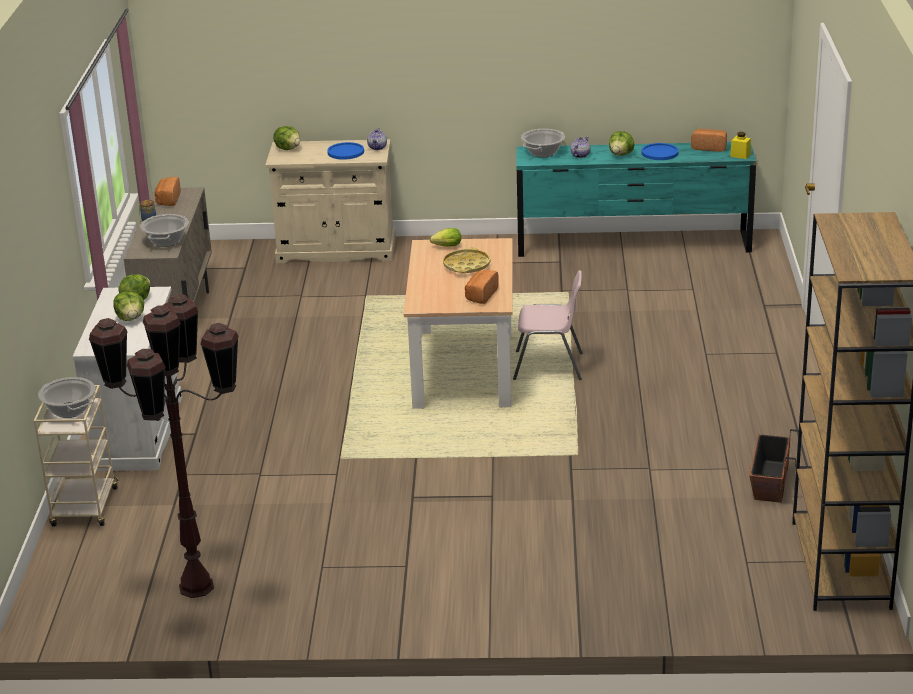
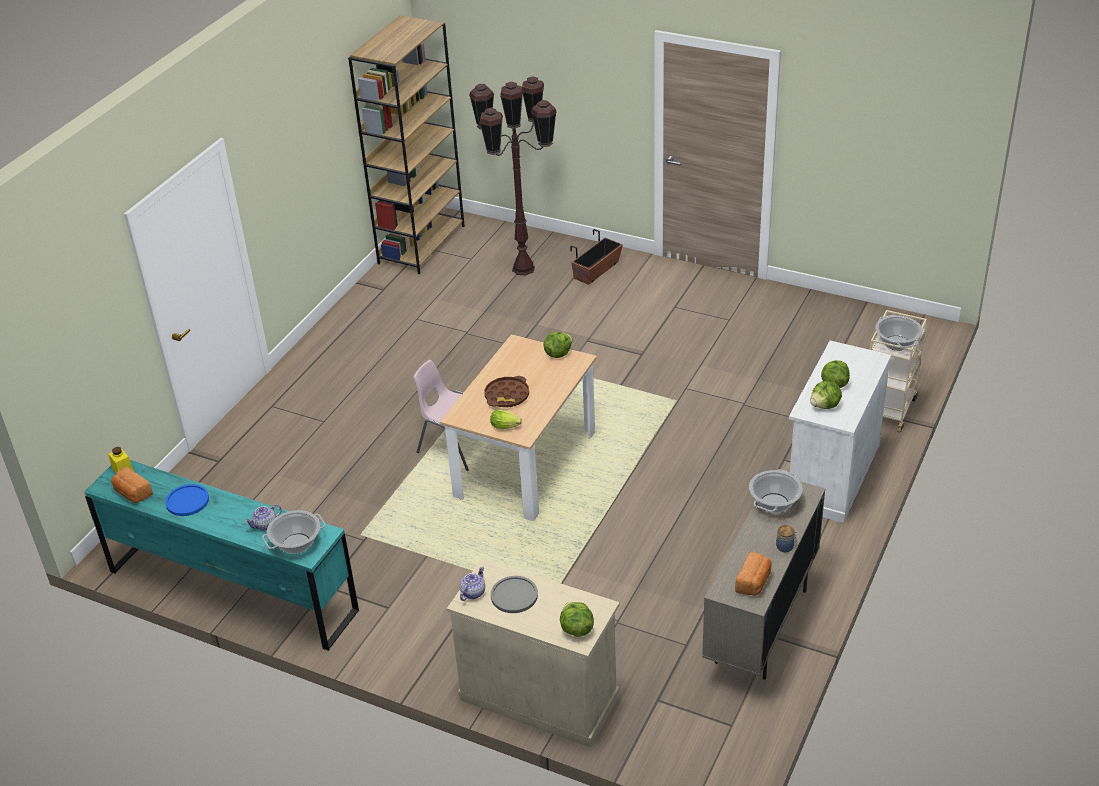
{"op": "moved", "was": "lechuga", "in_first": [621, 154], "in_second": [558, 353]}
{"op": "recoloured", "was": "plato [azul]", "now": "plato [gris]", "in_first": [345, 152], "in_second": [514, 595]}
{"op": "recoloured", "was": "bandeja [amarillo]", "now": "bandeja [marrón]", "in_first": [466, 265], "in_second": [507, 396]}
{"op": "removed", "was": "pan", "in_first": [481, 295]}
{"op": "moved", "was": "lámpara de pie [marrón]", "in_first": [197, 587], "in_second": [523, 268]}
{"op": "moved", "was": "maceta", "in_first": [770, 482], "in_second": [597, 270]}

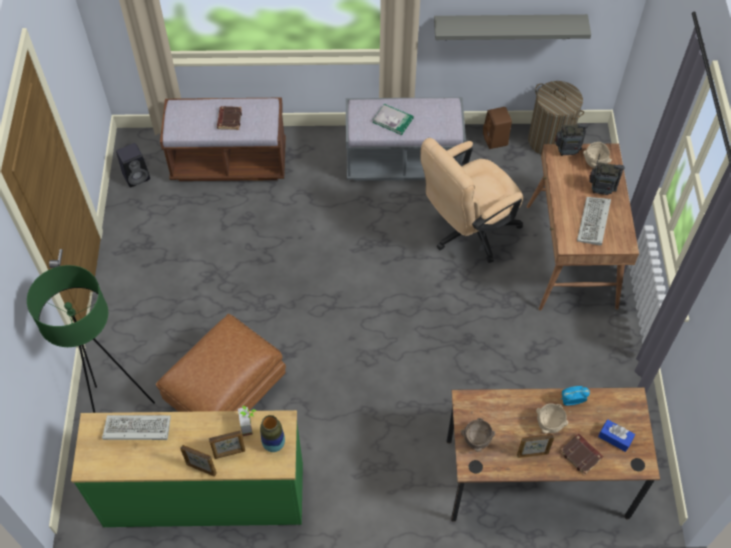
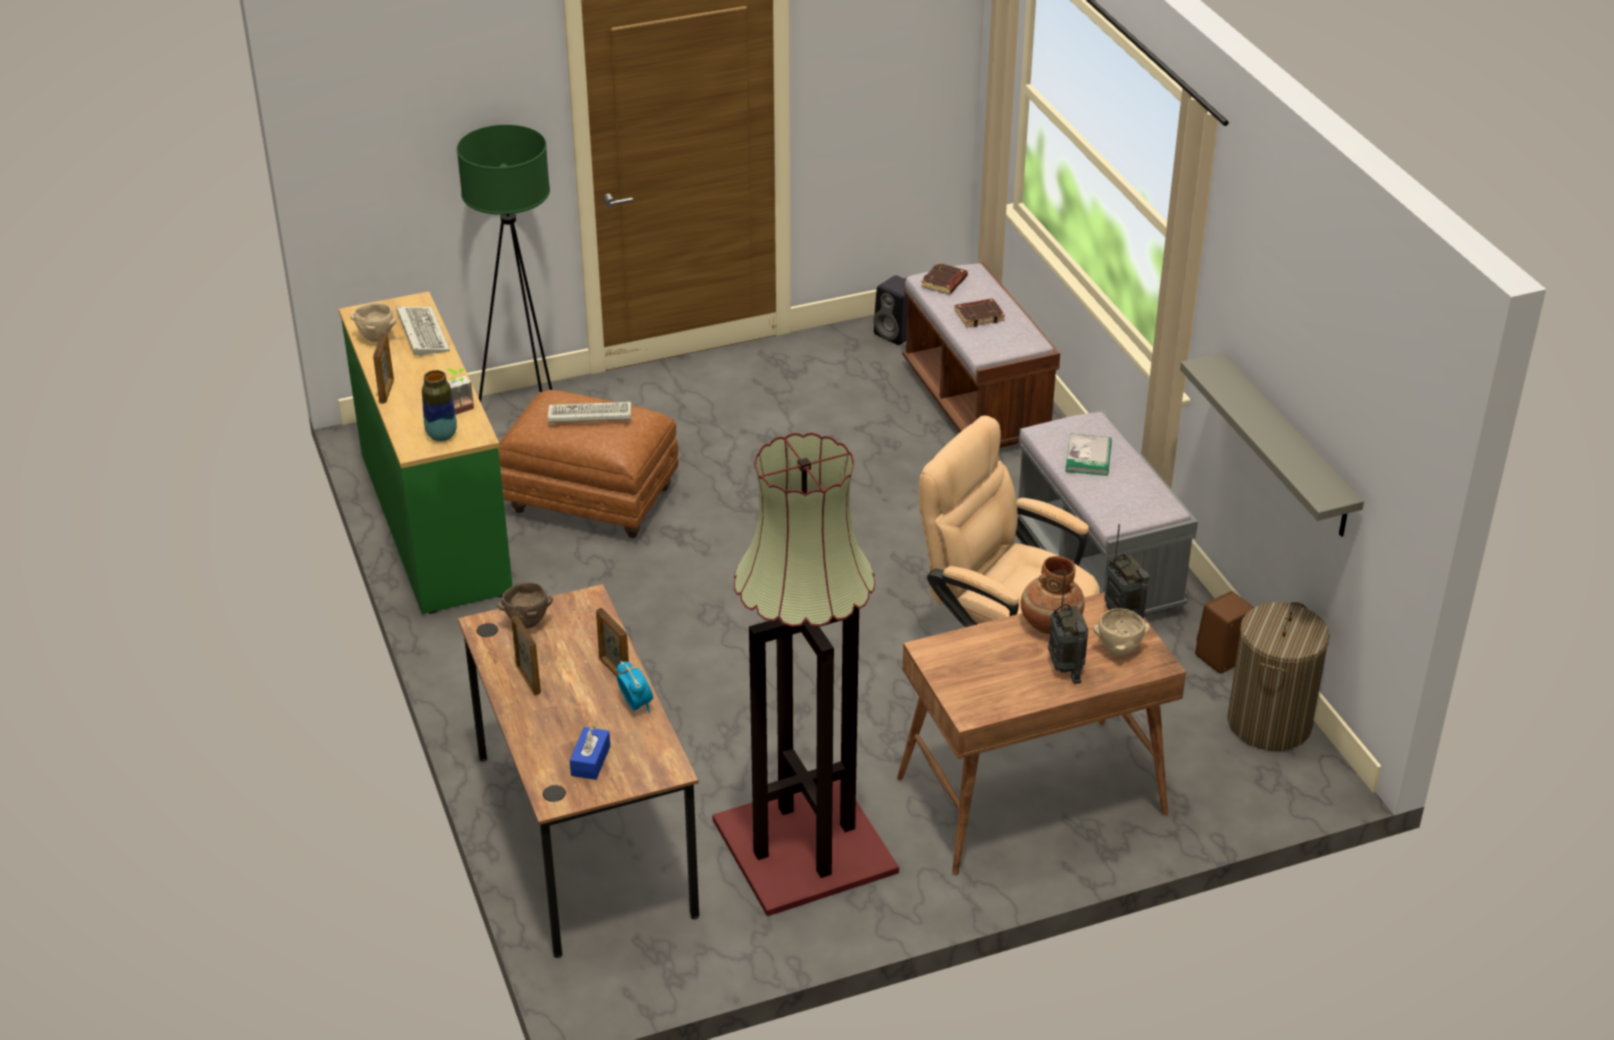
{"op": "moved", "was": "teclado", "in_first": [594, 223], "in_second": [587, 416]}
{"op": "moved", "was": "cuenco [beis]", "in_first": [549, 425], "in_second": [377, 338]}
{"op": "moved", "was": "portarretratos", "in_first": [229, 453], "in_second": [614, 670]}
{"op": "moved", "was": "libro [marrón]", "in_first": [581, 455], "in_second": [944, 283]}
{"op": "added", "now": "lámpara de pie", "in_second": [803, 848]}
{"op": "added", "now": "florero [marrón]", "in_second": [1050, 623]}

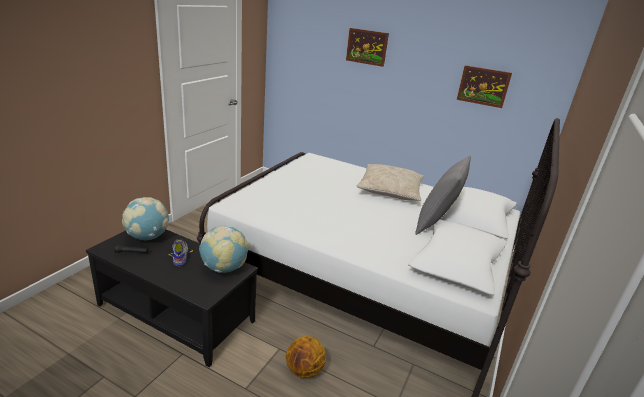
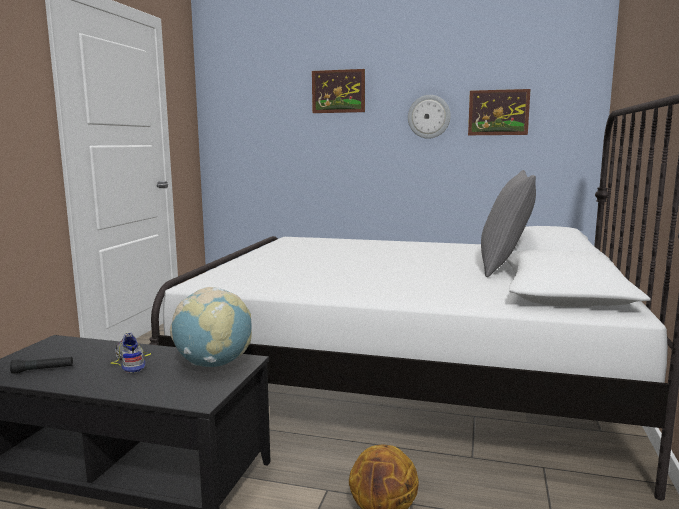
{"op": "removed", "was": "cojín [beis]", "in_first": [390, 189]}
{"op": "removed", "was": "globo terráqueo", "in_first": [148, 237]}
{"op": "added", "now": "reloj de pared", "in_second": [429, 116]}

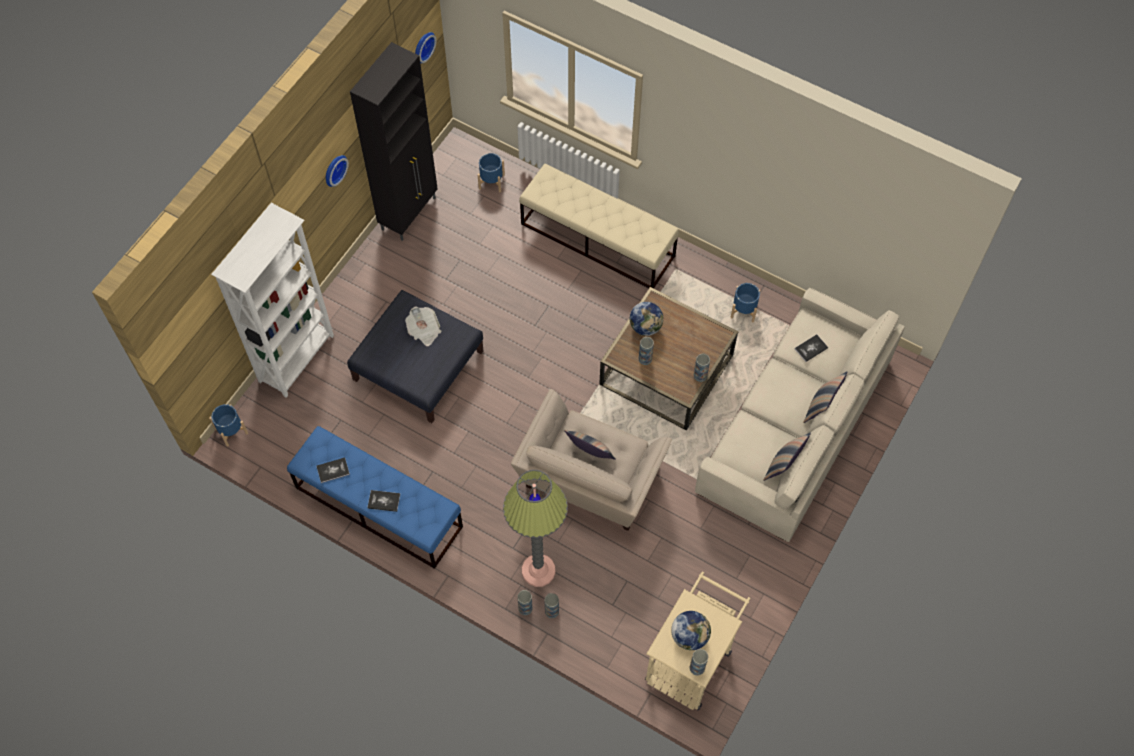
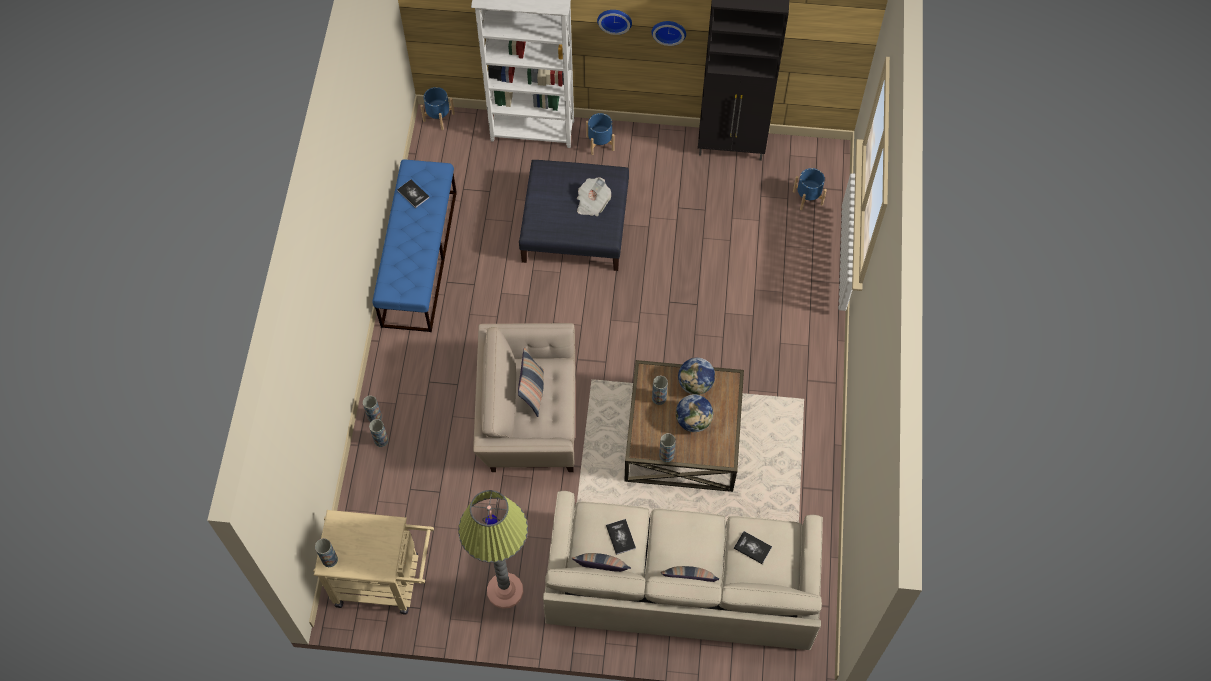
{"op": "moved", "was": "reloj de pared", "in_first": [422, 46], "in_second": [614, 19]}
{"op": "removed", "was": "banco [beis]", "in_first": [598, 240]}
{"op": "moved", "was": "maceta [azul]", "in_first": [744, 310], "in_second": [600, 143]}
{"op": "moved", "was": "lámpara de pie", "in_first": [538, 570], "in_second": [505, 590]}
{"op": "moved", "was": "libro", "in_first": [384, 501], "in_second": [620, 537]}
{"op": "moved", "was": "globo terráqueo", "in_first": [689, 636], "in_second": [693, 421]}

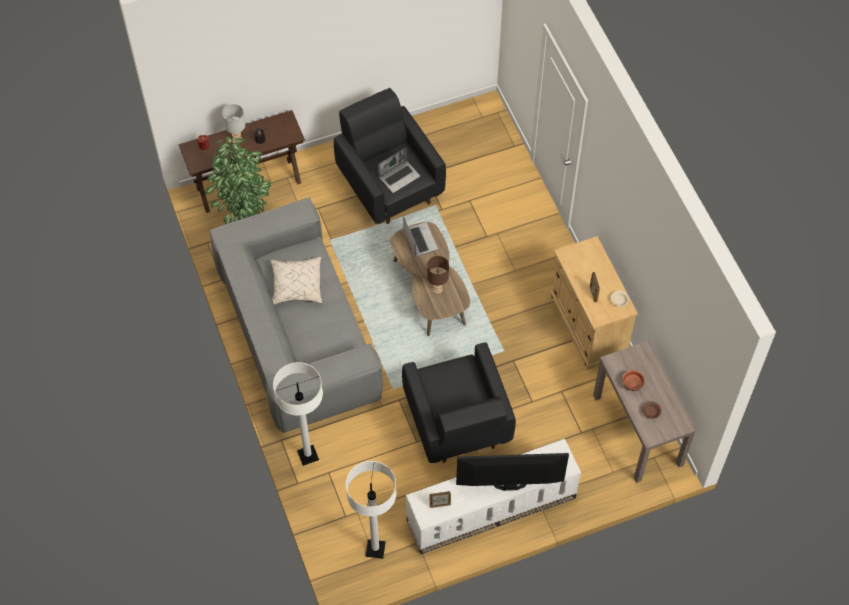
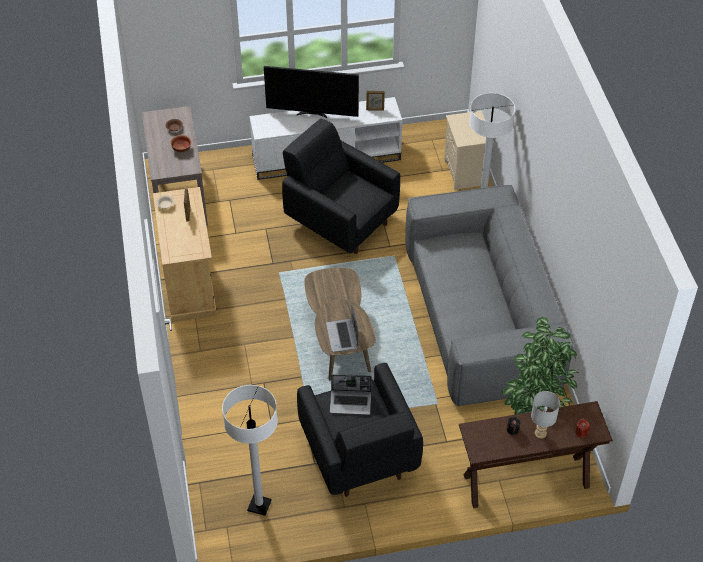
{"op": "turned", "was": "portátil", "in_first": [399, 176], "in_second": [351, 402], "clockwise": -150}
{"op": "removed", "was": "lámpara de mesa [marrón]", "in_first": [437, 289]}
{"op": "removed", "was": "cojín [beis]", "in_first": [296, 285]}
{"op": "turned", "was": "sillón [negro]", "in_first": [457, 424], "in_second": [340, 220], "clockwise": -45}
{"op": "moved", "was": "lámpara de pie [blanco]", "in_first": [375, 549], "in_second": [259, 505]}
{"op": "added", "now": "mesita de noche [beis]", "in_second": [466, 173]}

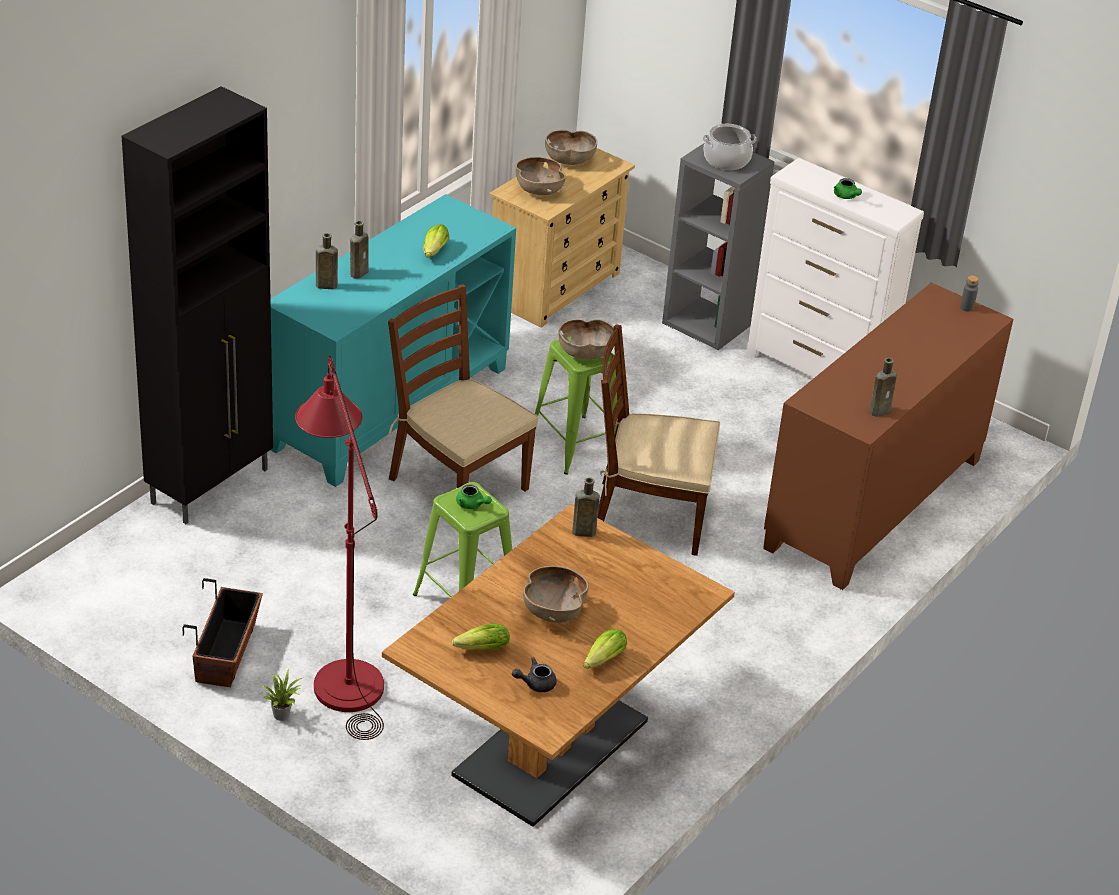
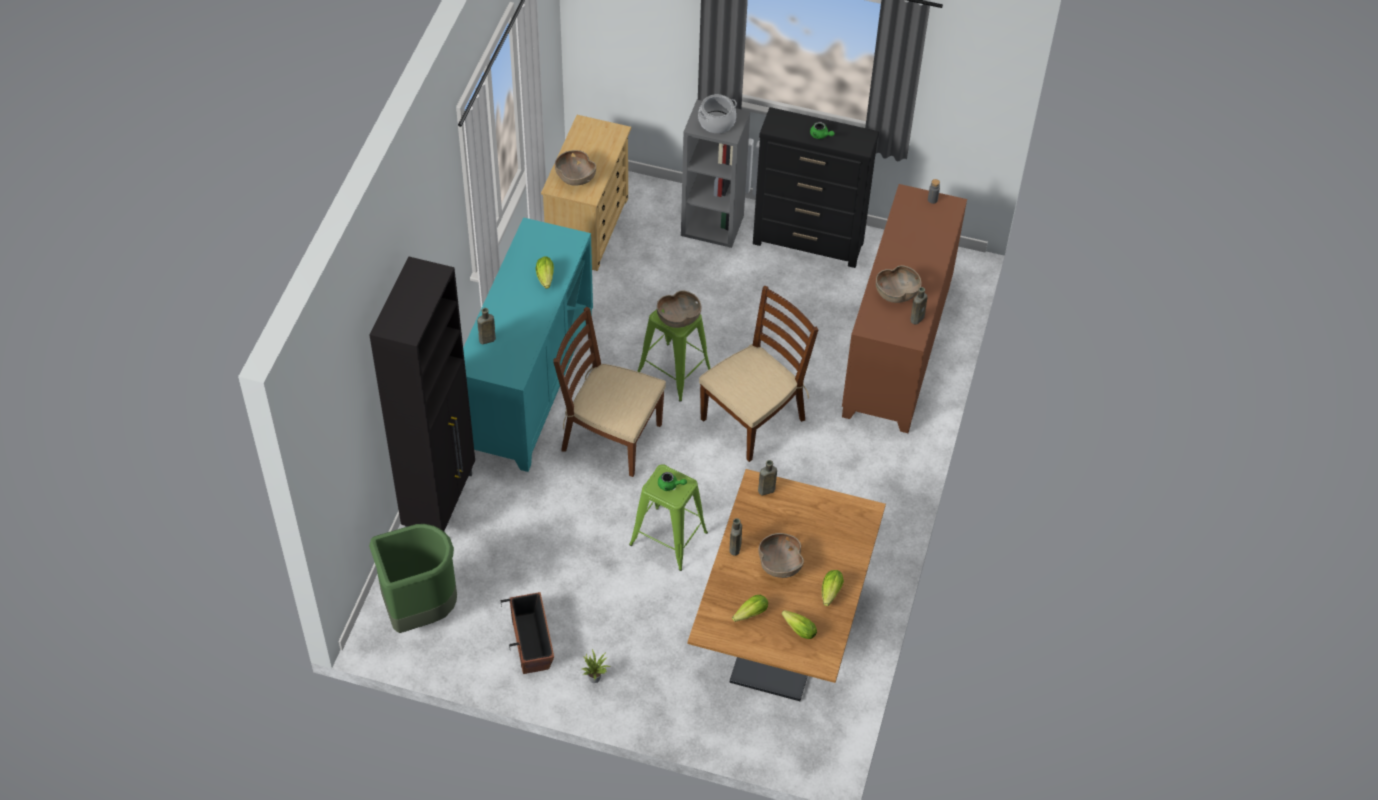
{"op": "moved", "was": "cuenco [marrón]", "in_first": [569, 161], "in_second": [896, 294]}
{"op": "recoloured", "was": "cómoda [blanco]", "now": "cómoda [negro]", "in_first": [818, 372], "in_second": [809, 243]}
{"op": "moved", "was": "botella [marrón]", "in_first": [360, 272], "in_second": [735, 547]}
{"op": "turned", "was": "silla [marrón]", "in_first": [648, 517], "in_second": [753, 418], "clockwise": 150}
{"op": "removed", "was": "lámpara de pie [rojo]", "in_first": [343, 673]}
{"op": "replaced", "was": "tetera [gris]", "now": "lechuga", "in_first": [535, 683], "in_second": [797, 628]}
{"op": "added", "now": "papelera [verde]", "in_second": [419, 611]}

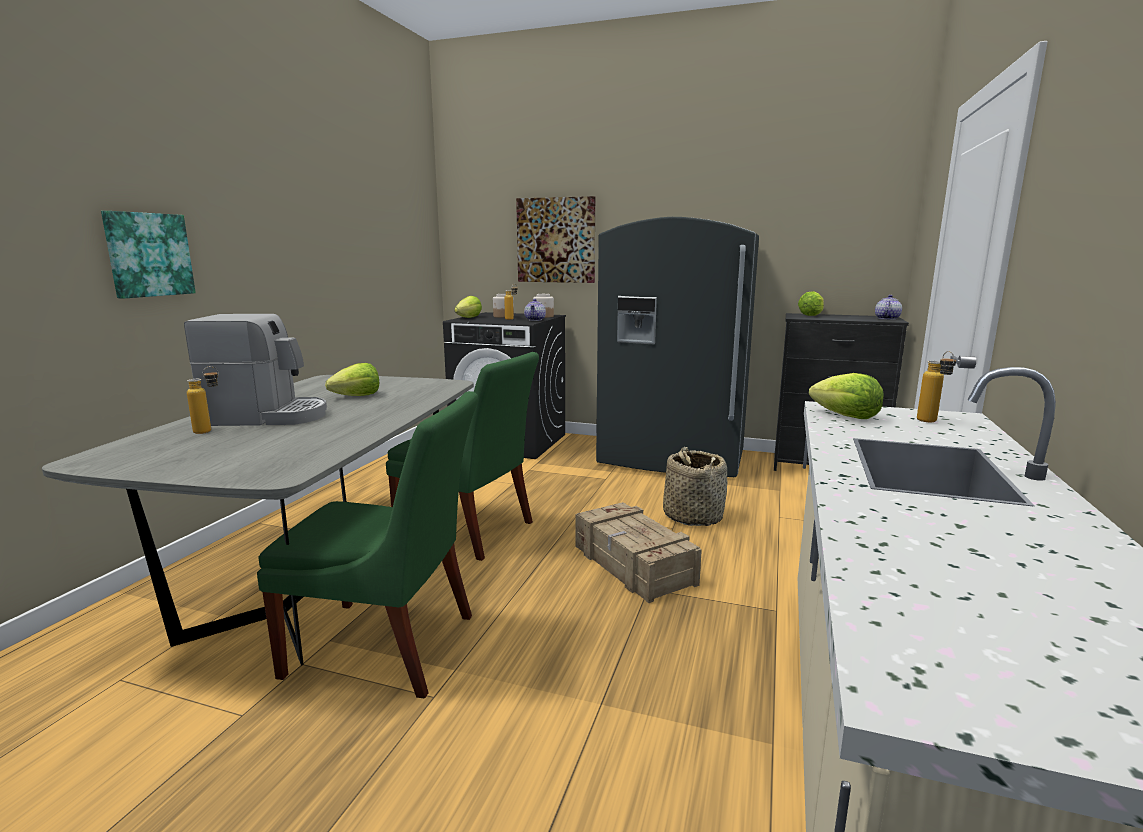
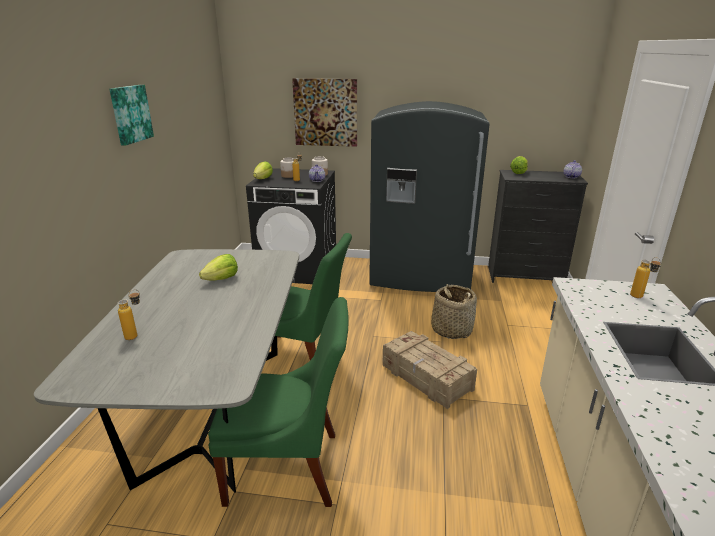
{"op": "moved", "was": "cuadro", "in_first": [148, 255], "in_second": [130, 114]}
{"op": "removed", "was": "cafetera", "in_first": [268, 416]}
{"op": "removed", "was": "lechuga", "in_first": [845, 416]}

